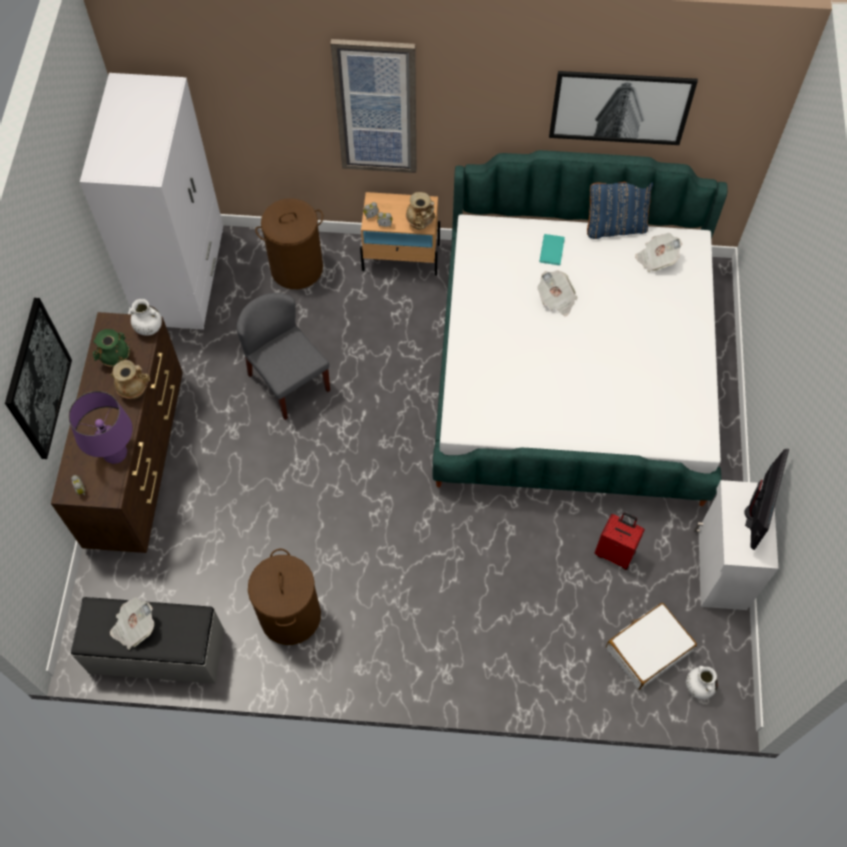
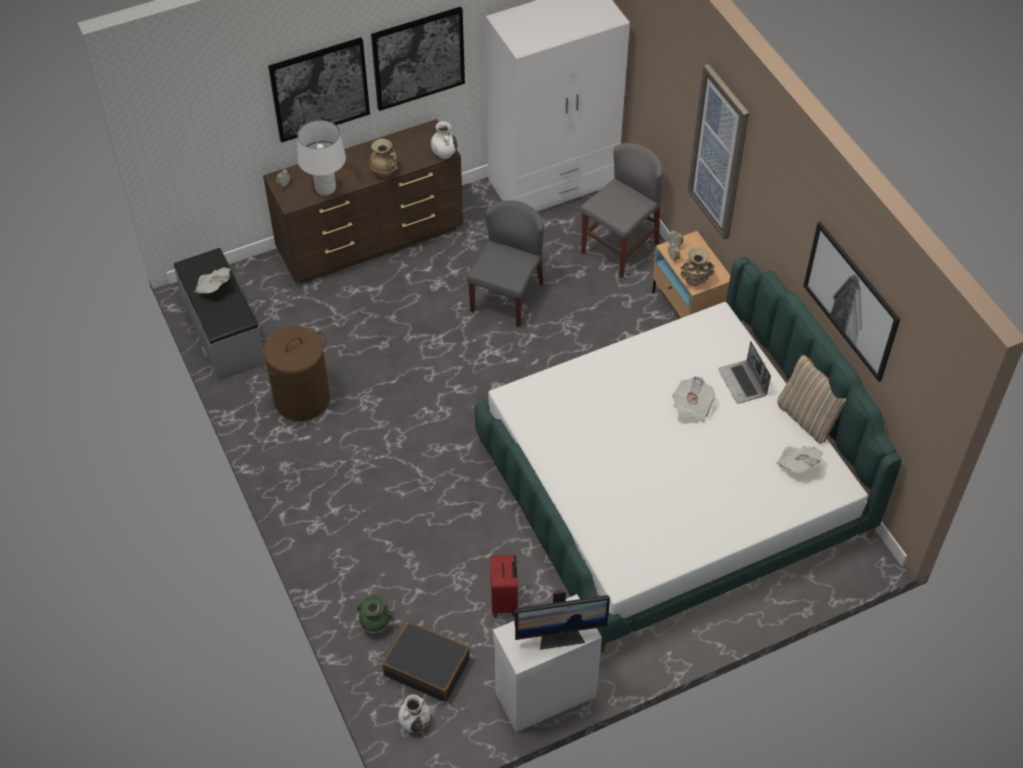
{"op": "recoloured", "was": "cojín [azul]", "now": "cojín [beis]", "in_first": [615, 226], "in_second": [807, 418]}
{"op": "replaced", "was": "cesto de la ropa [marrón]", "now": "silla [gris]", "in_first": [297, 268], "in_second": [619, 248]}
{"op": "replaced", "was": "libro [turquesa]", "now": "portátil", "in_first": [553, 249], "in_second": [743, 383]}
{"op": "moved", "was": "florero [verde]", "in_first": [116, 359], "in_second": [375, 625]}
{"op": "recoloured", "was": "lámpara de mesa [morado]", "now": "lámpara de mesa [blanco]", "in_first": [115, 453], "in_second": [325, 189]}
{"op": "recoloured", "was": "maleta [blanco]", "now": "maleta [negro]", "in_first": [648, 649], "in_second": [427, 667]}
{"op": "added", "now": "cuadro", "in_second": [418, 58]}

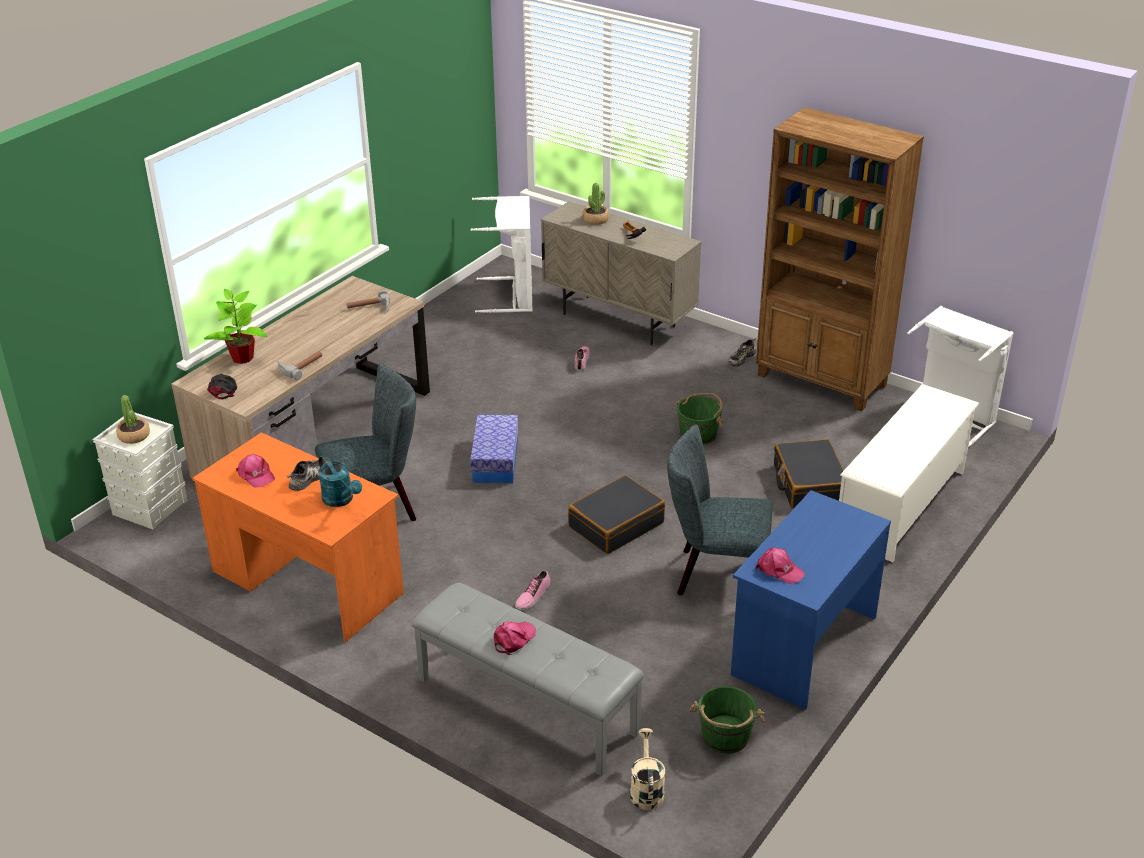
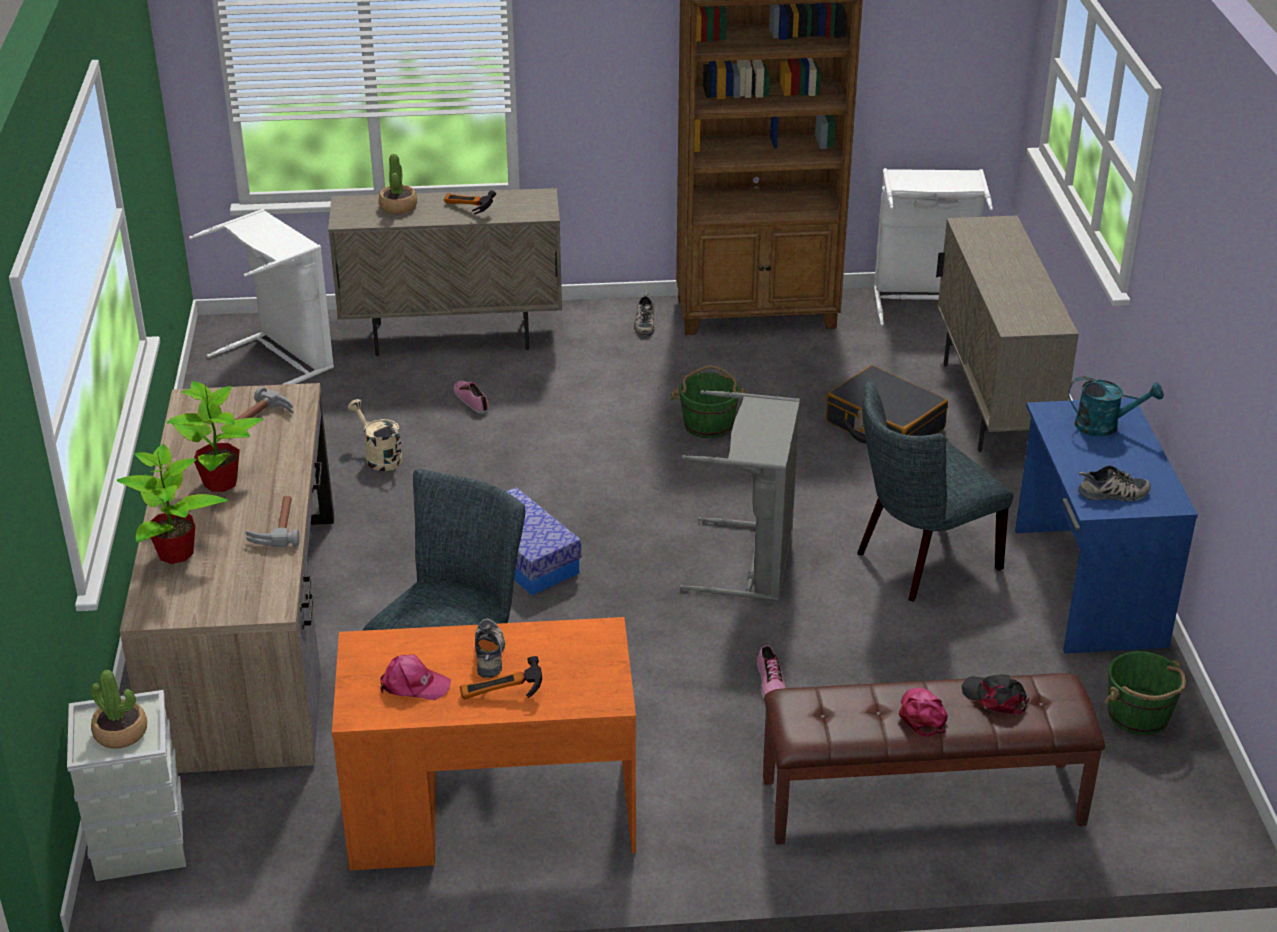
{"op": "moved", "was": "gorra [negro]", "in_first": [223, 389], "in_second": [995, 698]}
{"op": "replaced", "was": "zapatero [blanco]", "now": "armario [beis]", "in_first": [901, 505], "in_second": [992, 406]}
{"op": "moved", "was": "regadera [turquesa]", "in_first": [341, 500], "in_second": [1105, 426]}
{"op": "replaced", "was": "maleta [negro]", "now": "cesto de la ropa [gris]", "in_first": [616, 524], "in_second": [753, 562]}
{"op": "replaced", "was": "gorra [rosa]", "now": "zapato", "in_first": [779, 570], "in_second": [1113, 494]}
{"op": "recoloured", "was": "banco [gris]", "now": "banco [marrón]", "in_first": [526, 706], "in_second": [922, 802]}
{"op": "moved", "was": "regadera [beis]", "in_first": [646, 789], "in_second": [379, 457]}
{"op": "added", "now": "planta en maceta", "in_second": [221, 483]}
{"op": "added", "now": "martillo", "in_second": [502, 696]}

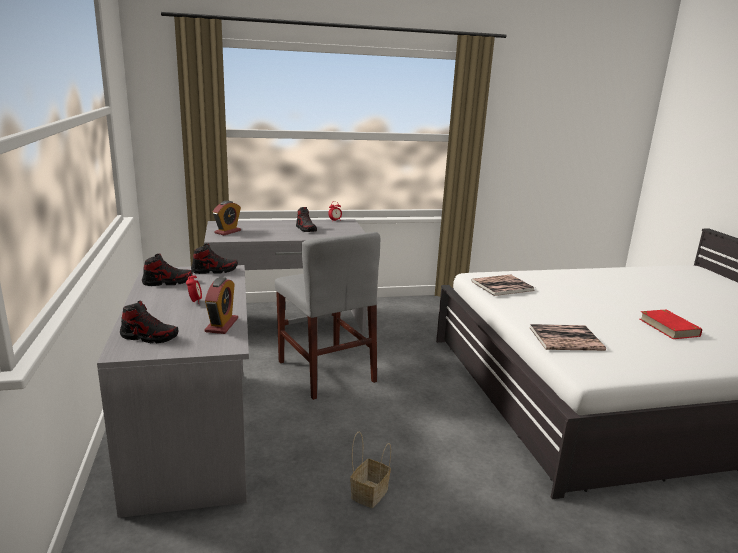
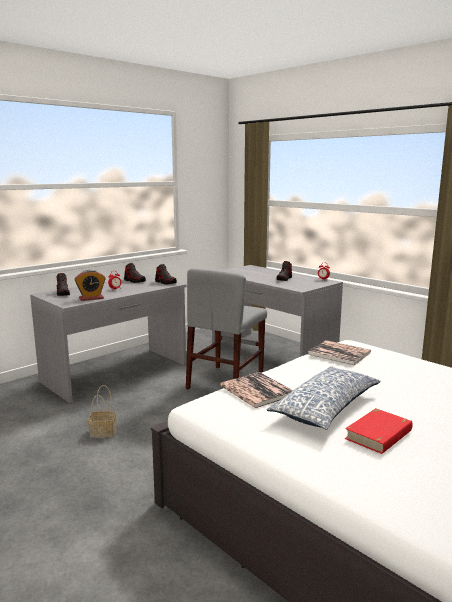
{"op": "removed", "was": "despertador", "in_first": [227, 232]}
{"op": "added", "now": "cojín", "in_second": [327, 408]}

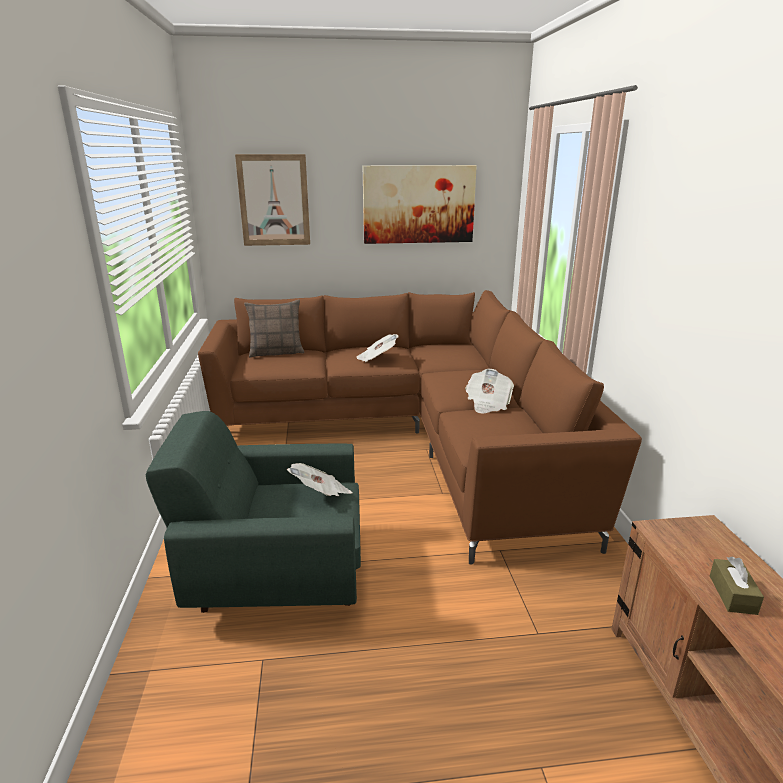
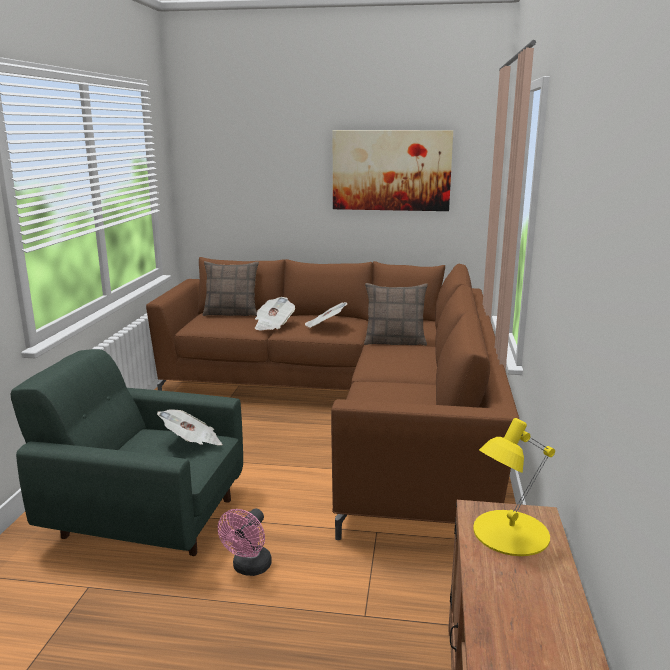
{"op": "removed", "was": "cuadro", "in_first": [274, 200]}
{"op": "moved", "was": "periódico", "in_first": [487, 404], "in_second": [273, 325]}
{"op": "removed", "was": "caja de pañuelos [marrón]", "in_first": [732, 594]}
{"op": "added", "now": "cojín", "in_second": [395, 342]}
{"op": "added", "now": "lámpara de mesa [amarillo]", "in_second": [509, 532]}
{"op": "added", "now": "ventilador [rosa]", "in_second": [249, 568]}

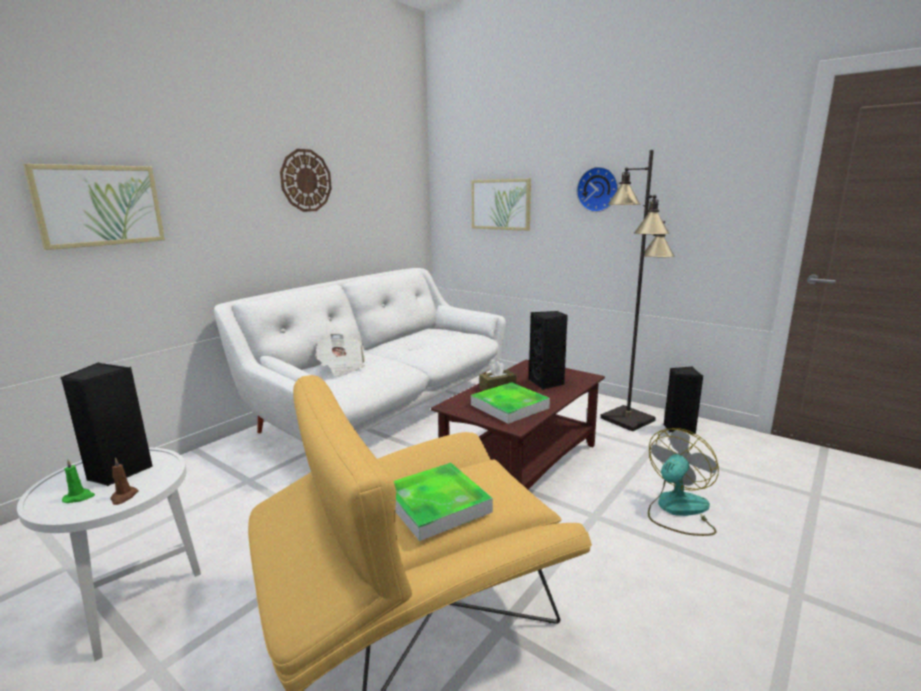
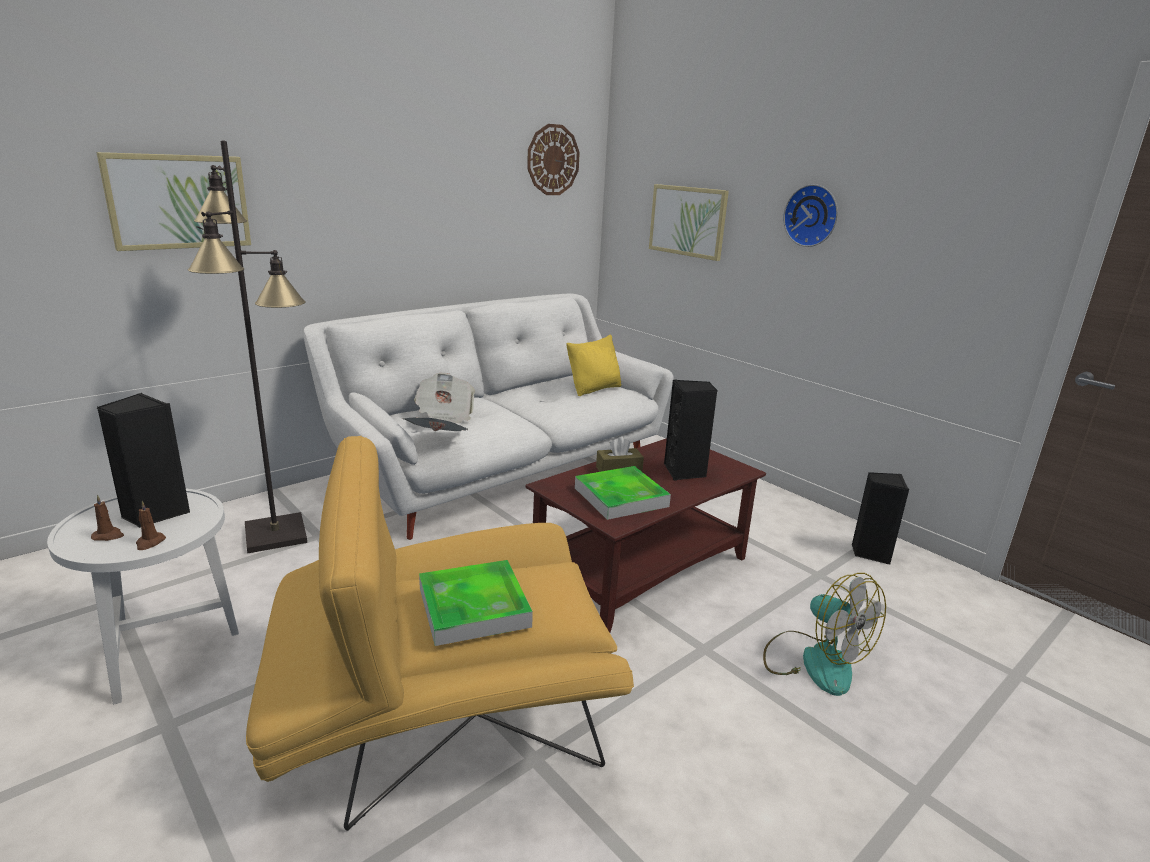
{"op": "moved", "was": "reloj de pared", "in_first": [306, 180], "in_second": [553, 160]}
{"op": "moved", "was": "lámpara de pie [negro]", "in_first": [627, 419], "in_second": [276, 534]}
{"op": "turned", "was": "ventilador", "in_first": [677, 510], "in_second": [814, 661], "clockwise": 90}
{"op": "recoloured", "was": "vela [verde]", "now": "vela [marrón]", "in_first": [79, 497], "in_second": [108, 536]}
{"op": "added", "now": "cojín [amarillo]", "in_second": [594, 389]}
{"op": "added", "now": "periódico", "in_second": [438, 442]}

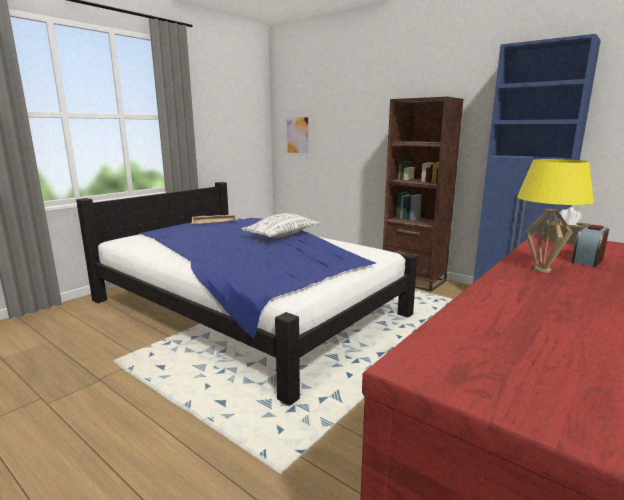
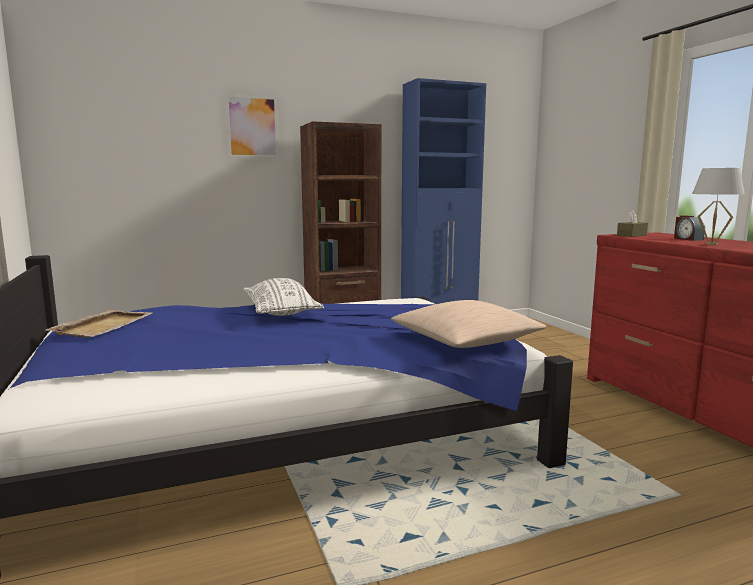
{"op": "moved", "was": "cuadro", "in_first": [298, 135], "in_second": [252, 127]}
{"op": "recoloured", "was": "lámpara de mesa [amarillo]", "now": "lámpara de mesa [blanco]", "in_first": [542, 270], "in_second": [711, 244]}
{"op": "added", "now": "cojín [beis]", "in_second": [465, 341]}

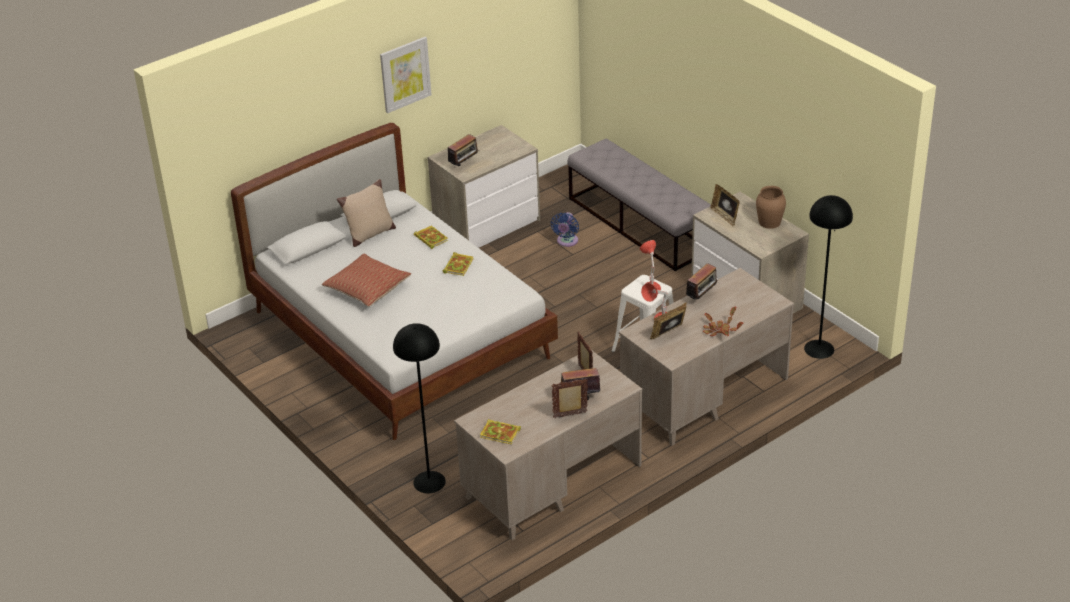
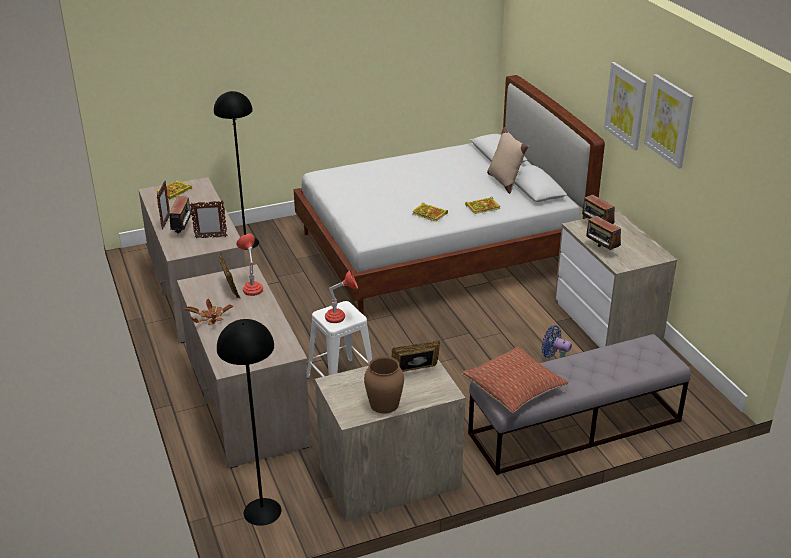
{"op": "moved", "was": "cojín", "in_first": [367, 288], "in_second": [514, 389]}
{"op": "moved", "was": "radio", "in_first": [701, 297], "in_second": [601, 250]}
{"op": "added", "now": "cuadro", "in_second": [669, 120]}

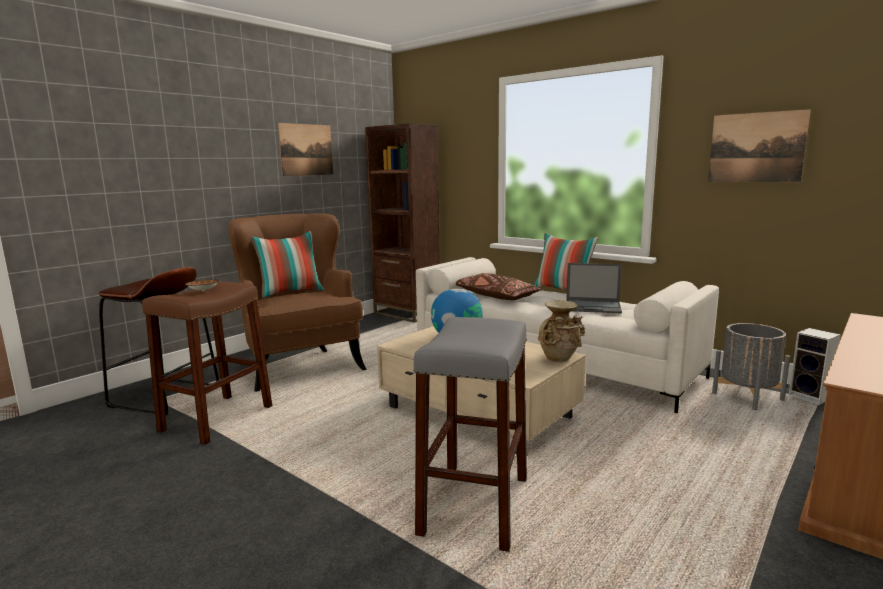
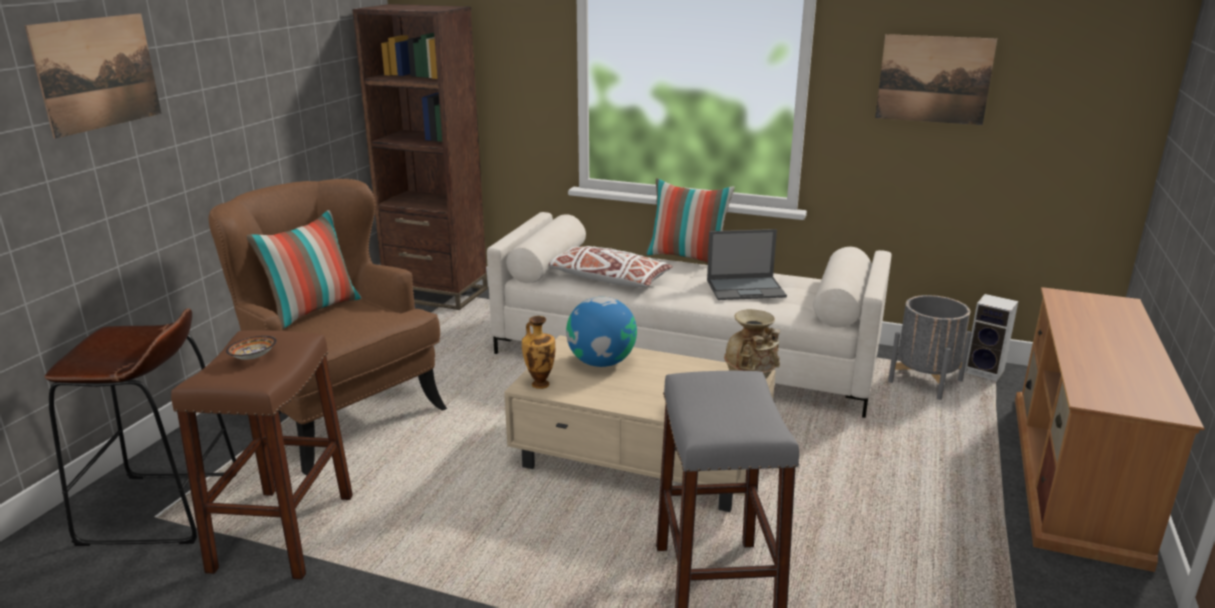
{"op": "moved", "was": "cuadro", "in_first": [306, 150], "in_second": [98, 73]}
{"op": "recoloured", "was": "cojín [marrón]", "now": "cojín [blanco]", "in_first": [495, 296], "in_second": [608, 279]}
{"op": "added", "now": "florero", "in_second": [539, 383]}

